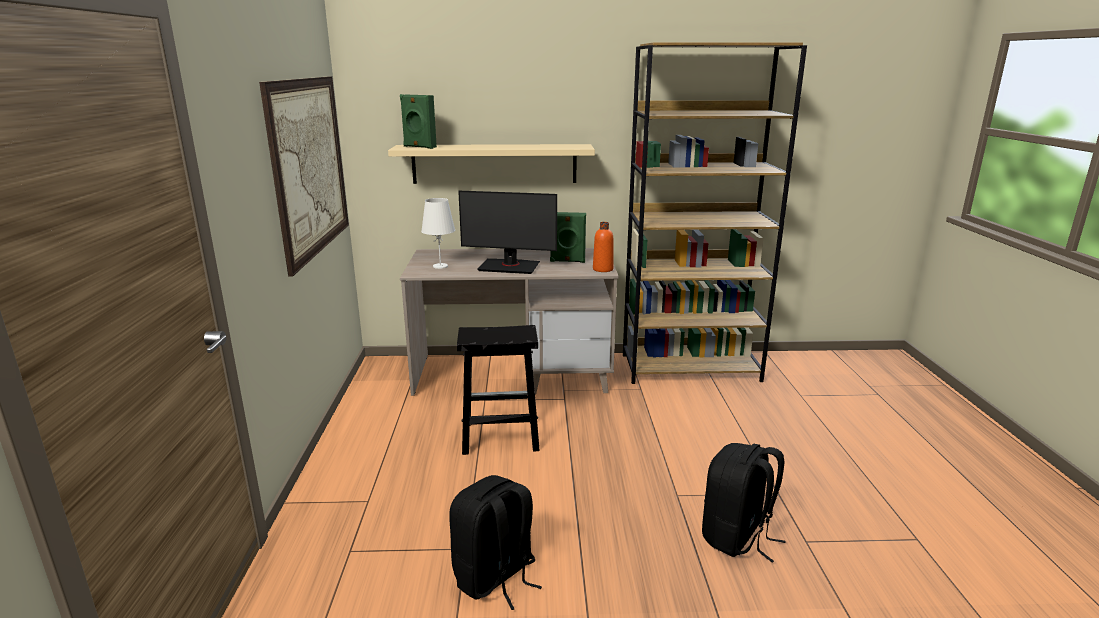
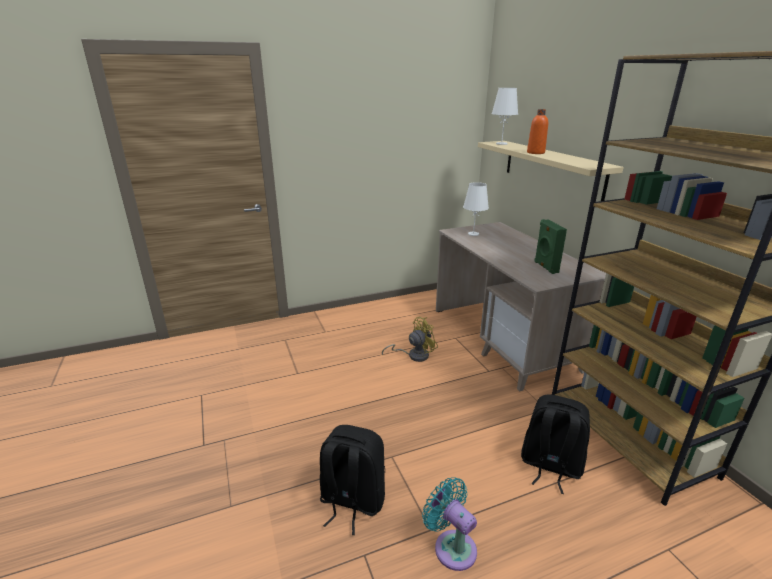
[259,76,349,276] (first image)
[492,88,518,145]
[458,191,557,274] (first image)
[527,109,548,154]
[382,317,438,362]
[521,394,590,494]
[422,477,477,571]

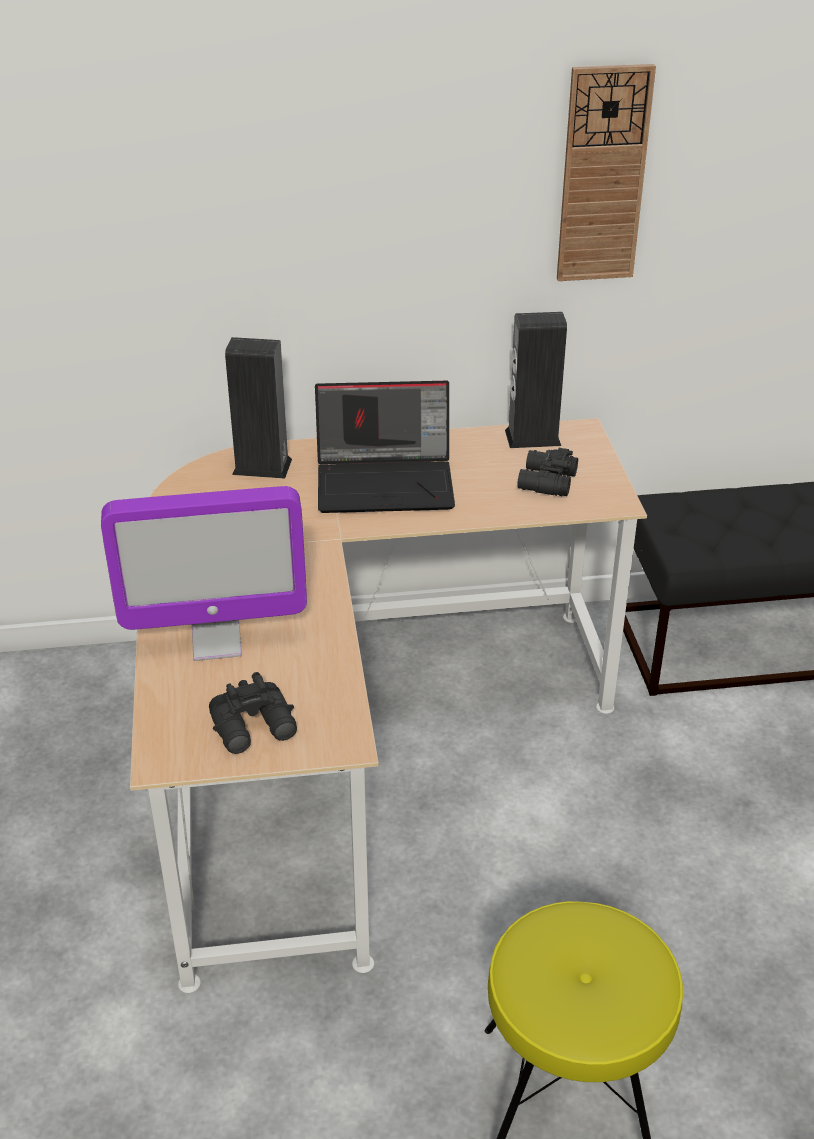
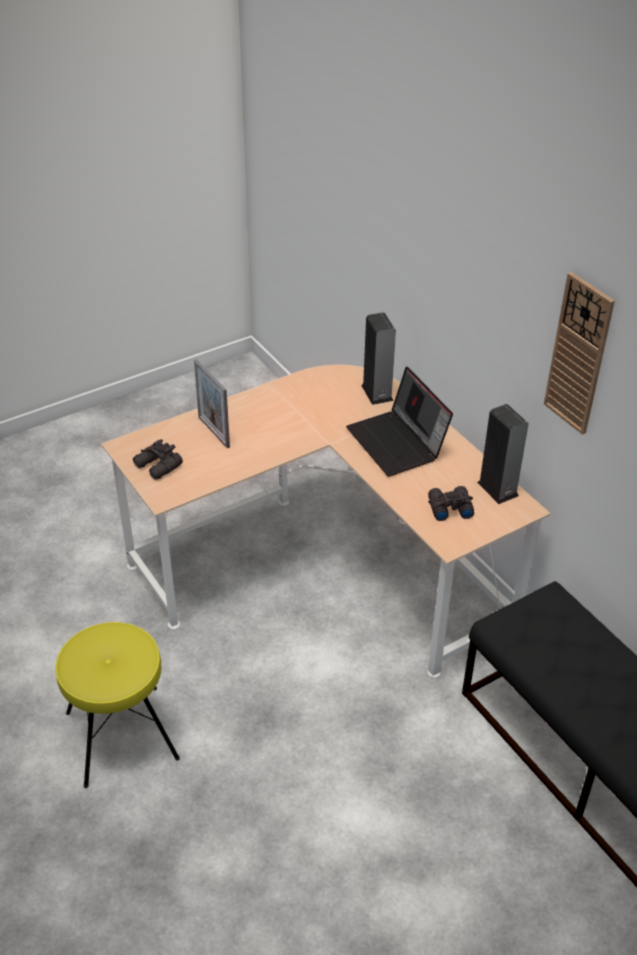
[194,359,230,448]

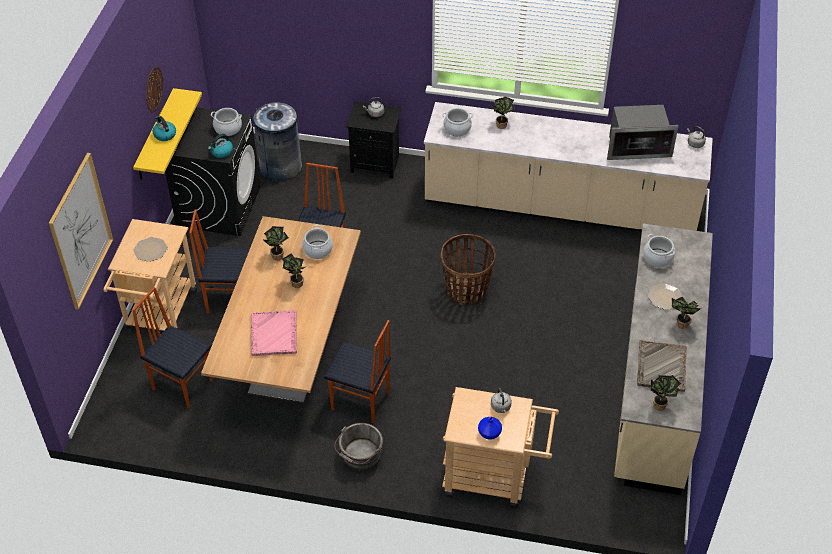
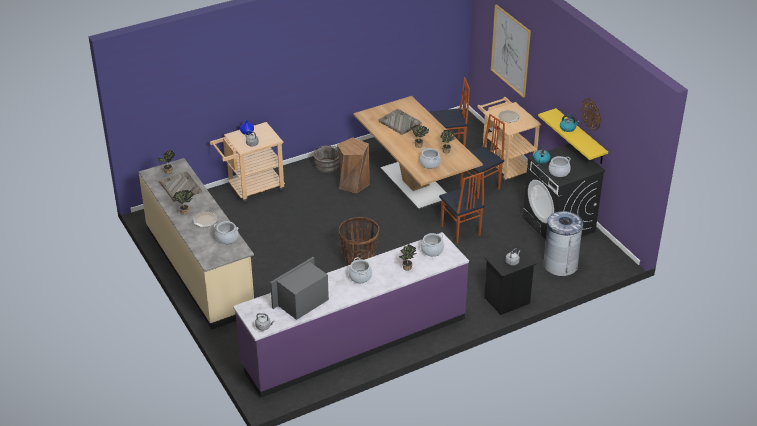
[233,232,469,398]
[379,109,422,135]
[337,137,370,193]
[348,257,372,283]

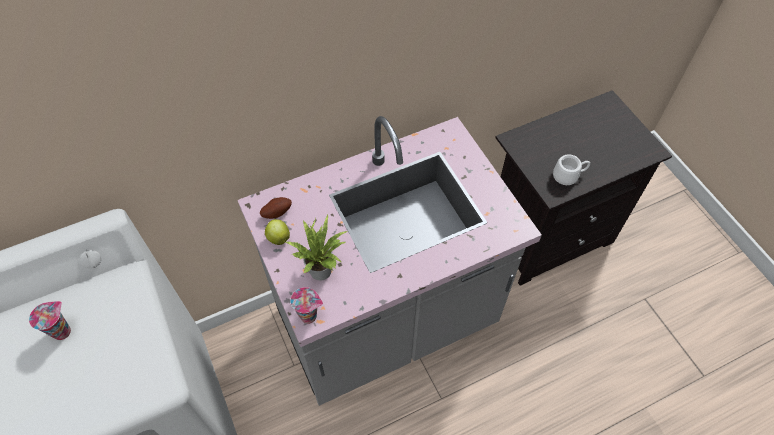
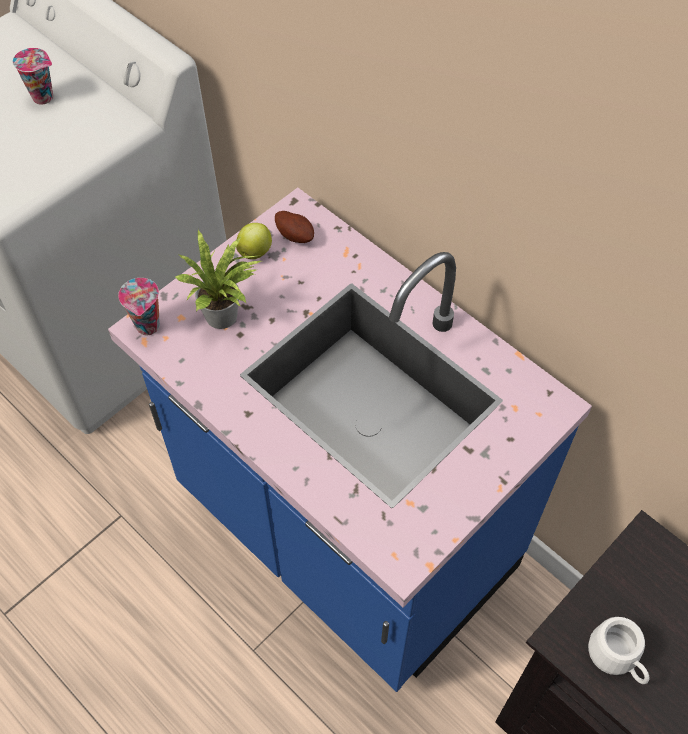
[108,188,592,692]

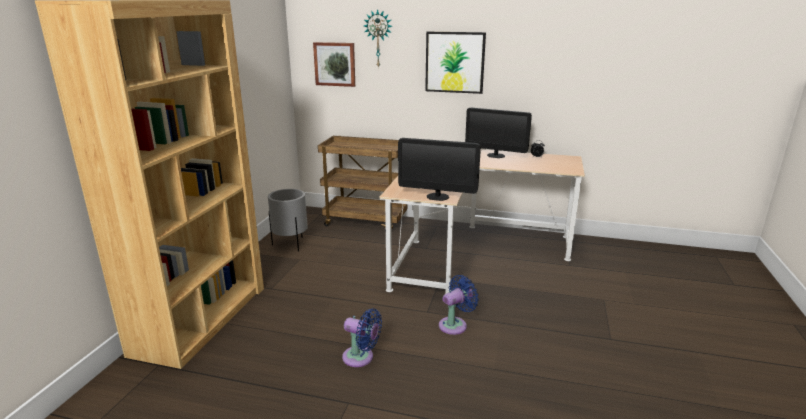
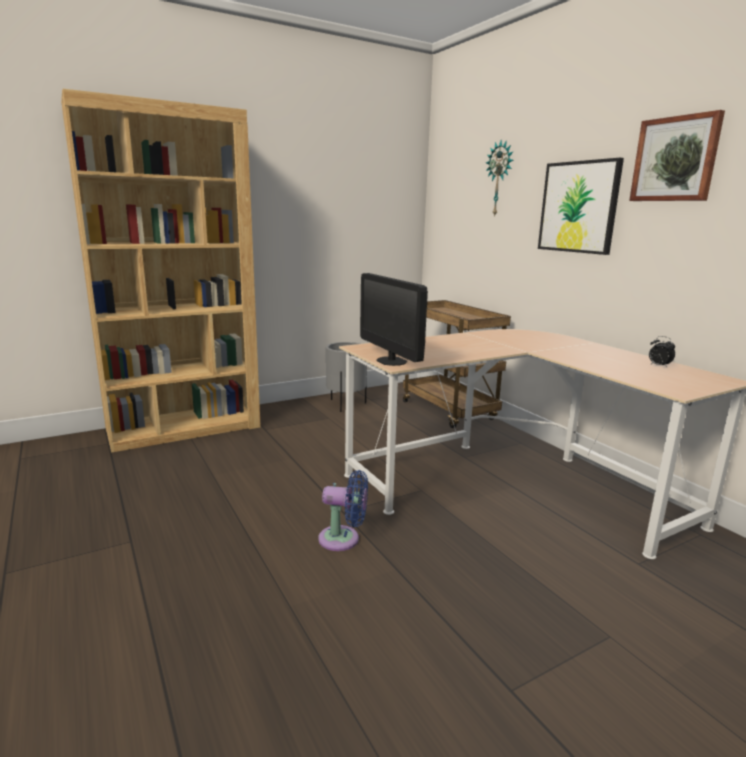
[629,110,725,201]
[465,108,532,158] (first image)
[342,308,382,367] (first image)

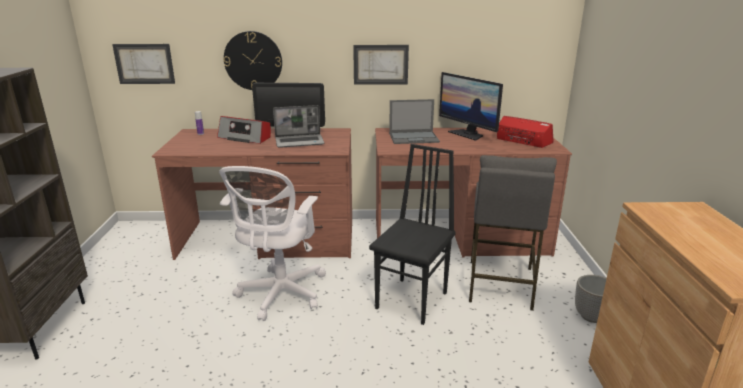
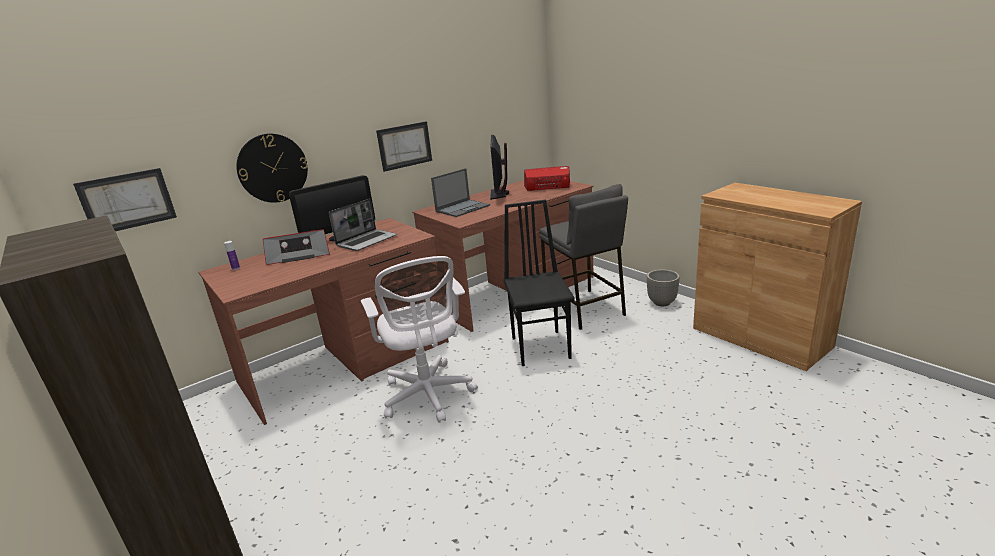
[490,135,509,200]

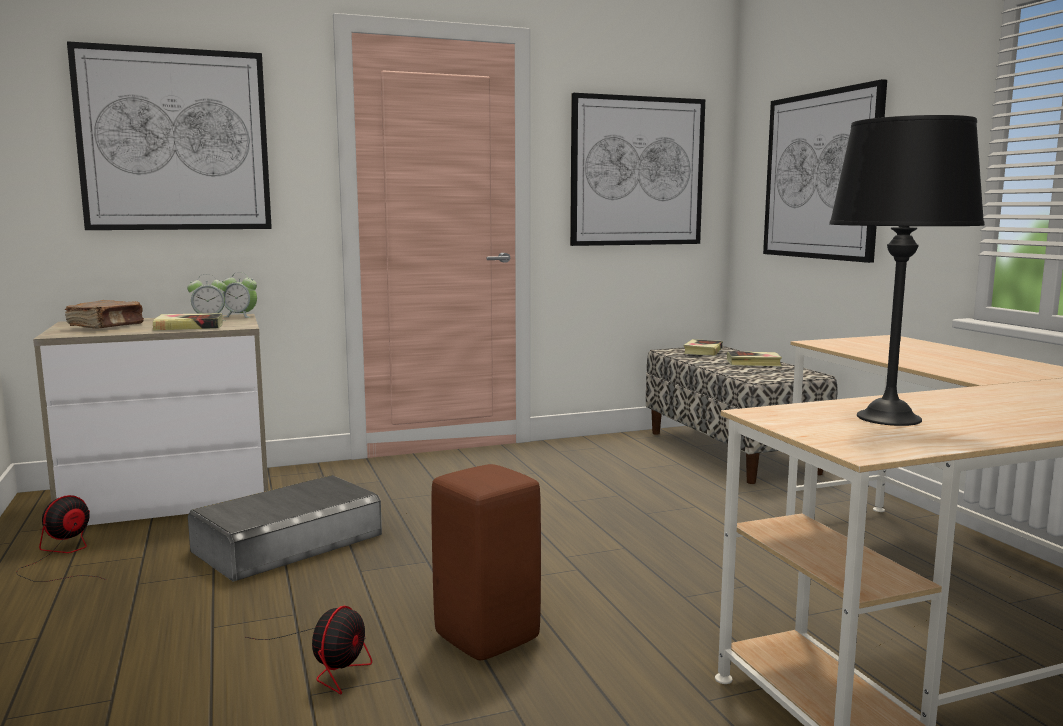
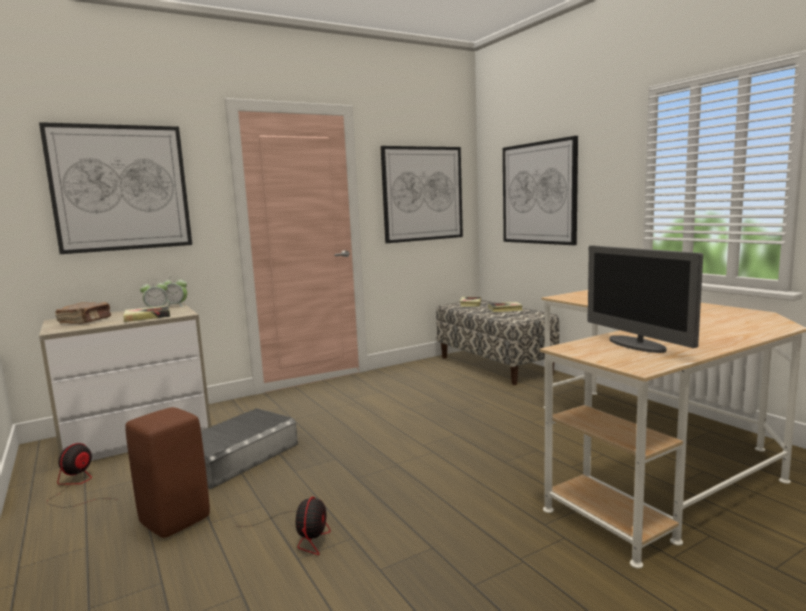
[587,246,703,353]
[125,407,210,538]

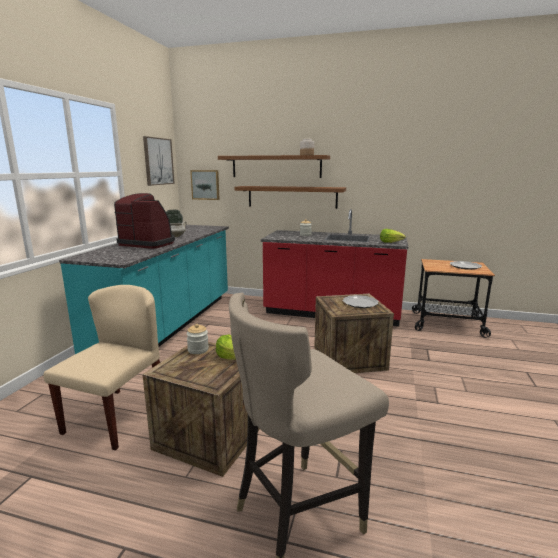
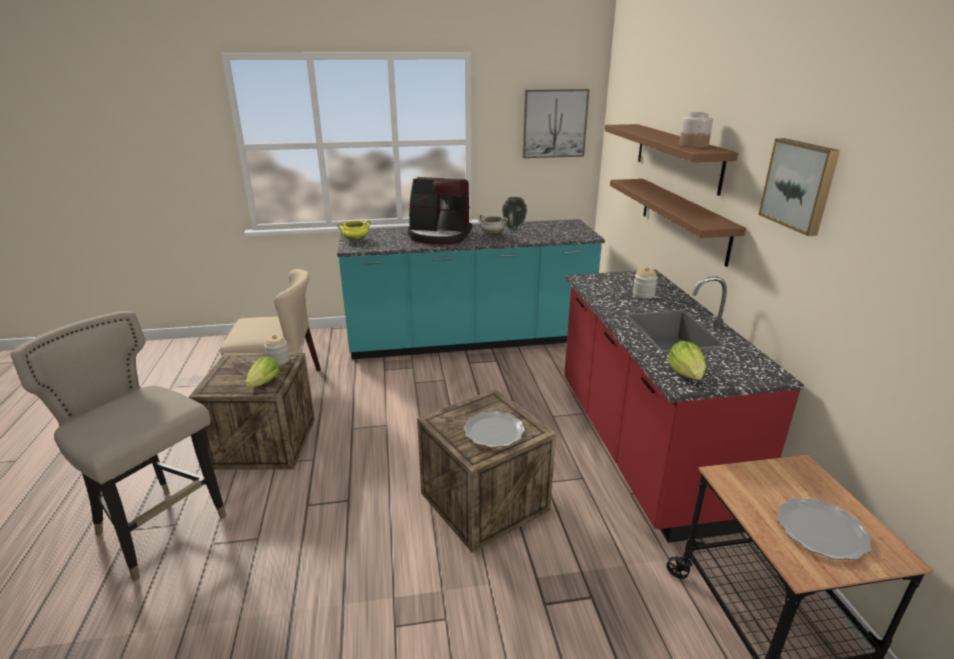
[758,138,840,236]
[408,177,472,245]
[337,220,371,242]

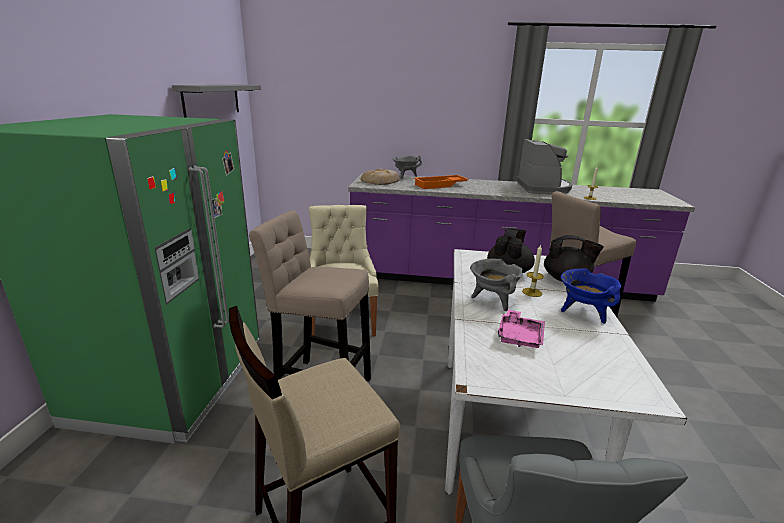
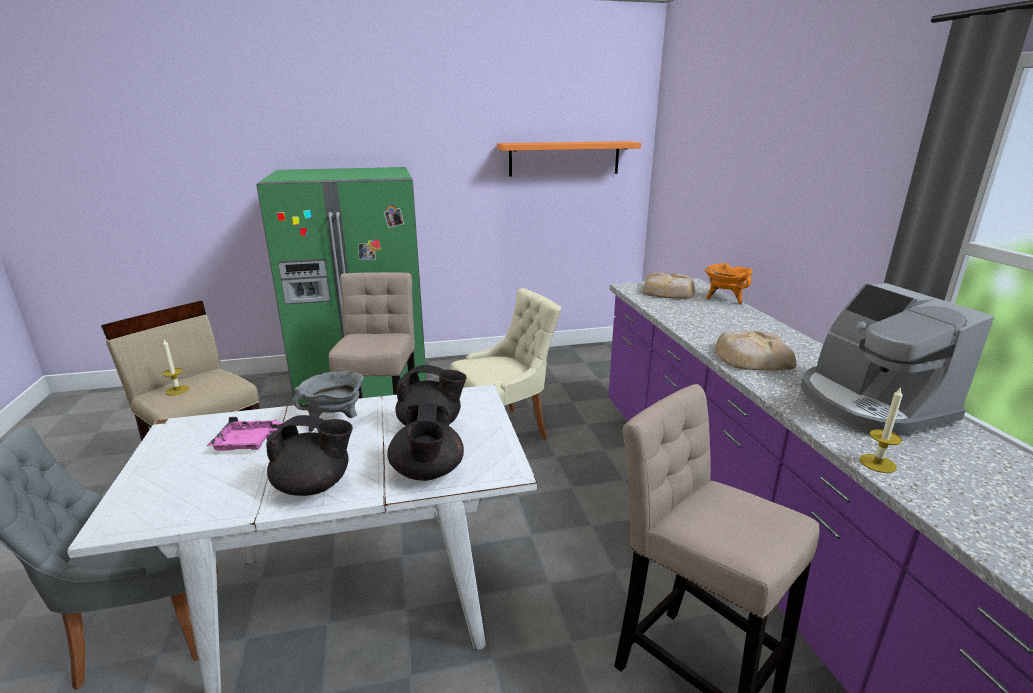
[497,141,641,177]
[801,283,994,436]
[705,263,753,304]
[414,175,469,189] (first image)
[162,339,189,395]
[266,415,353,496]
[716,331,797,370]

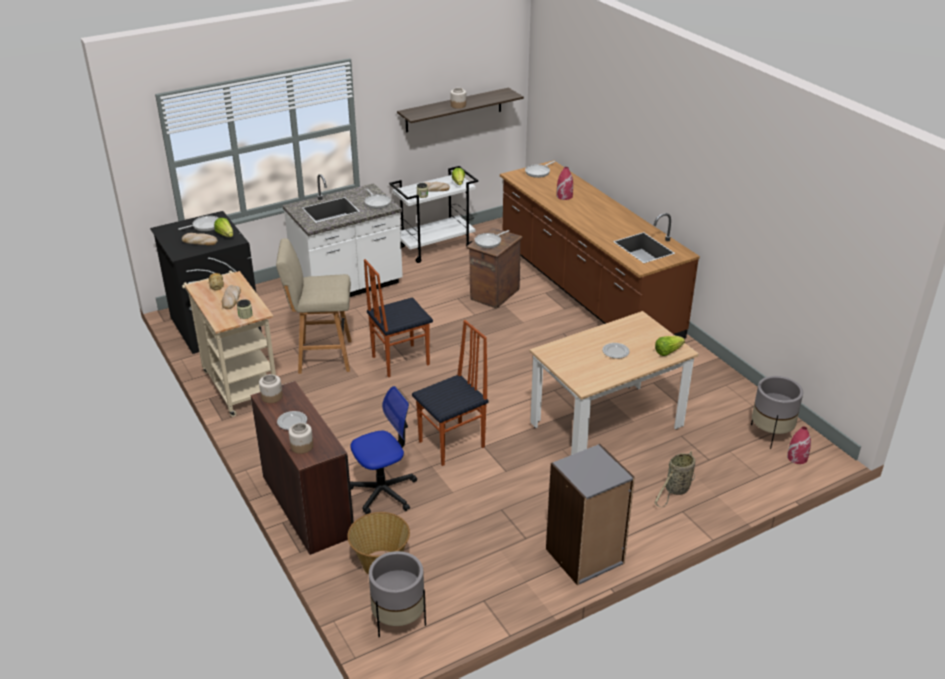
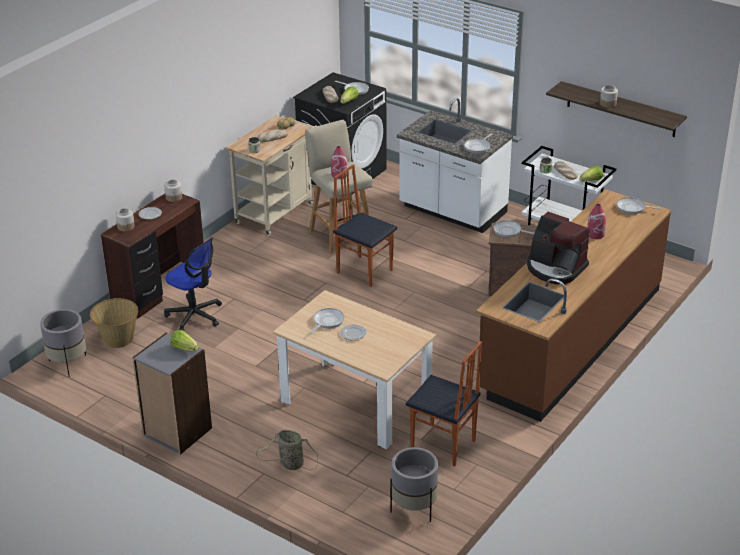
[406,341,482,466]
[171,330,199,351]
[331,146,348,179]
[527,212,590,284]
[310,308,344,334]

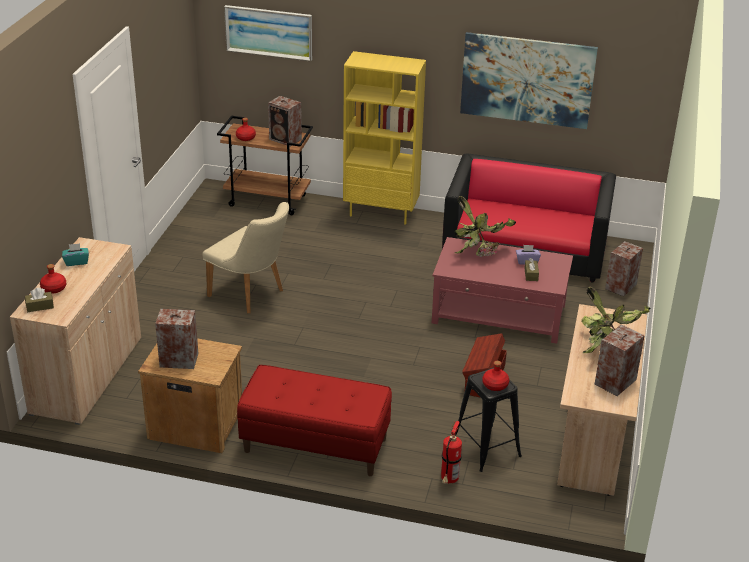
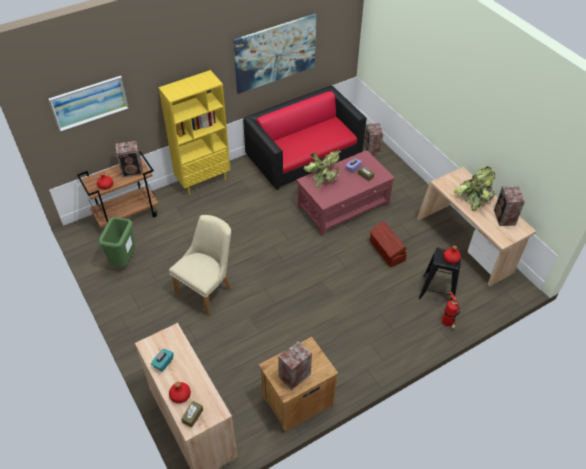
[169,215,232,316]
[237,365,392,476] (first image)
[98,217,135,267]

